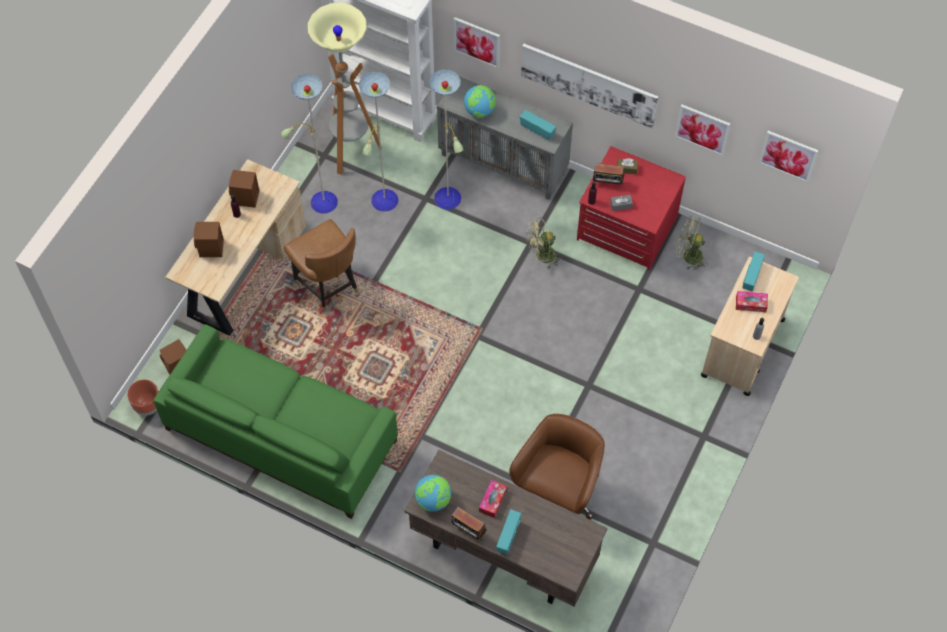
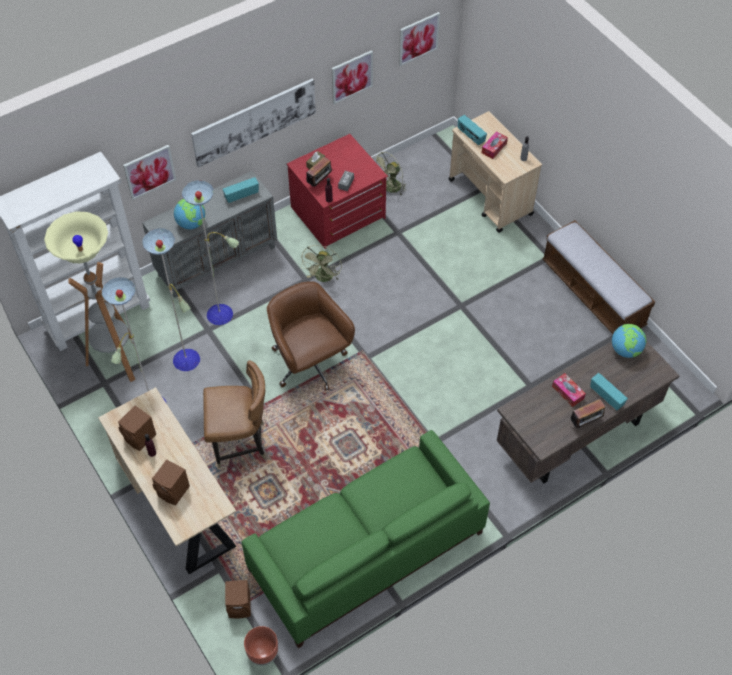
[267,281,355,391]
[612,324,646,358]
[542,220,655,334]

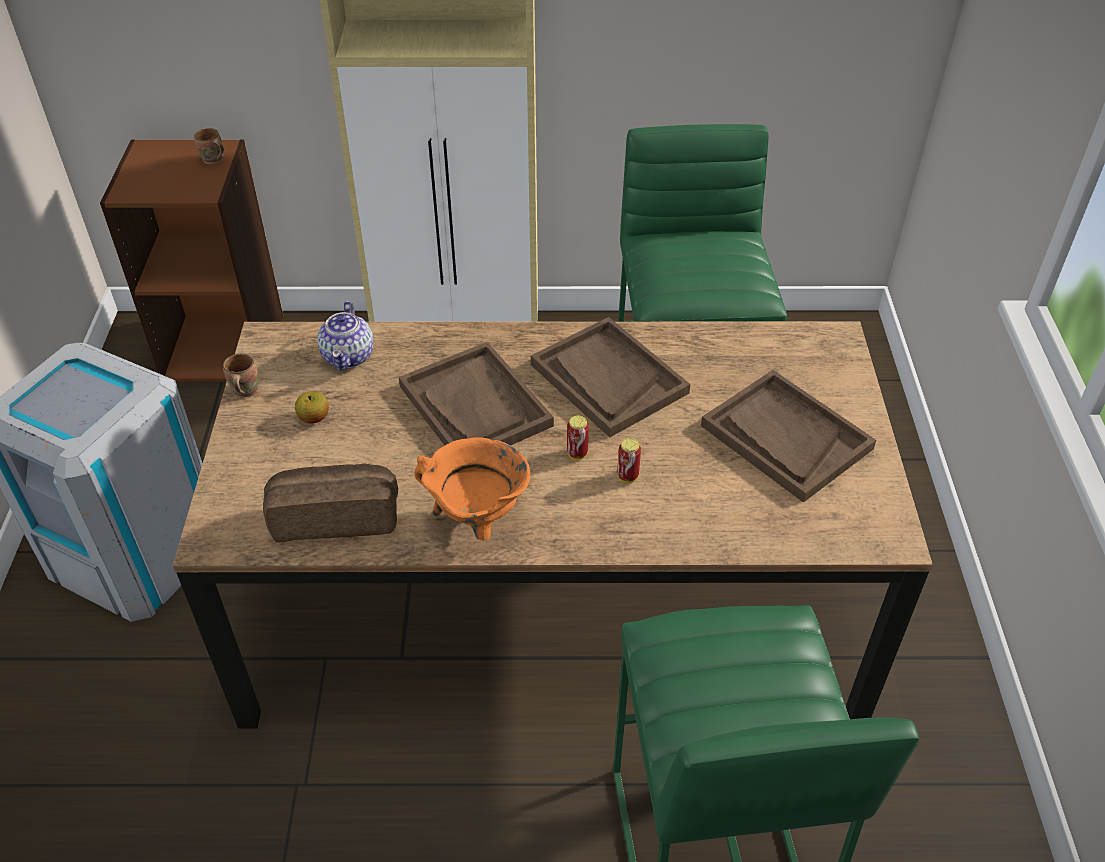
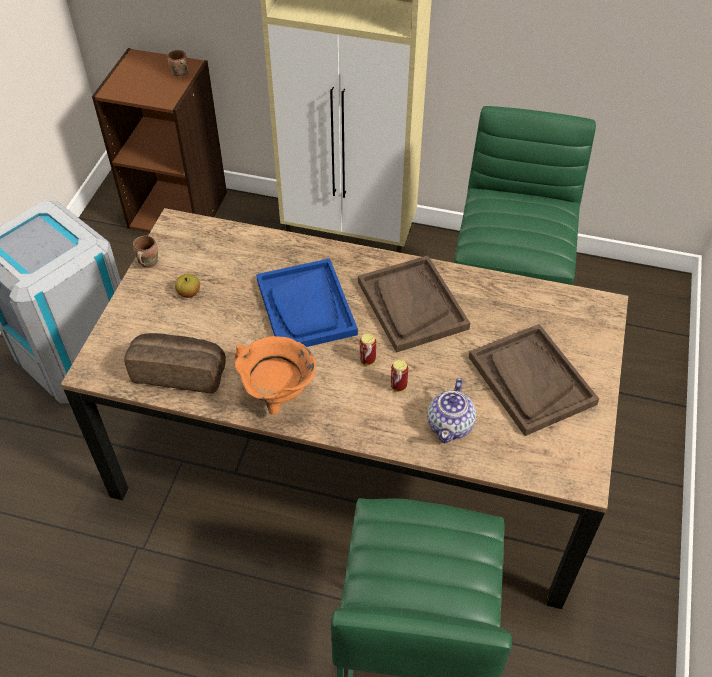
[427,378,476,443]
[256,258,358,347]

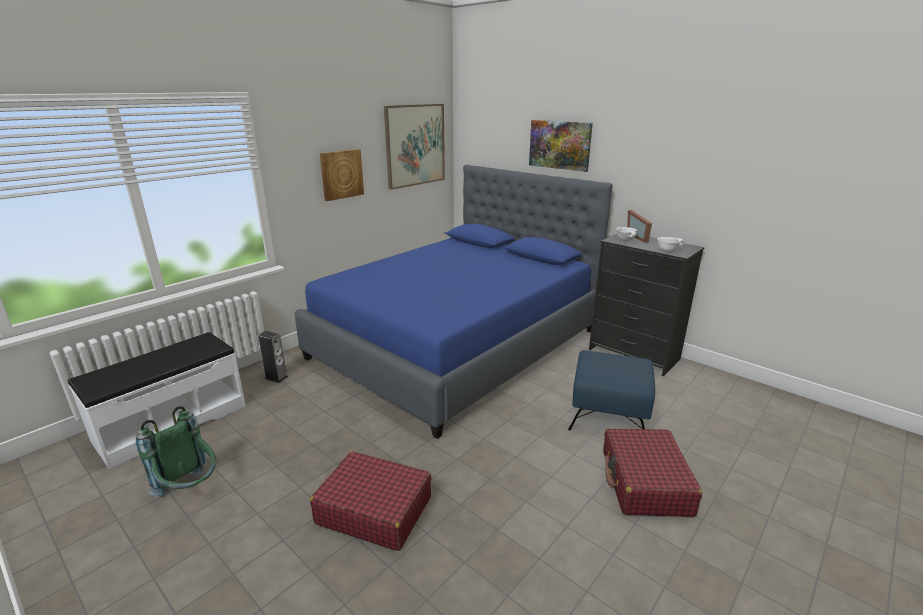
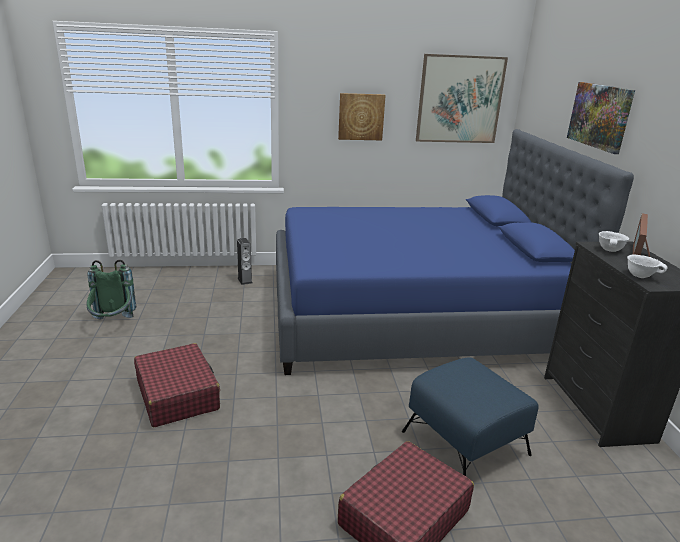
[68,332,246,469] (first image)

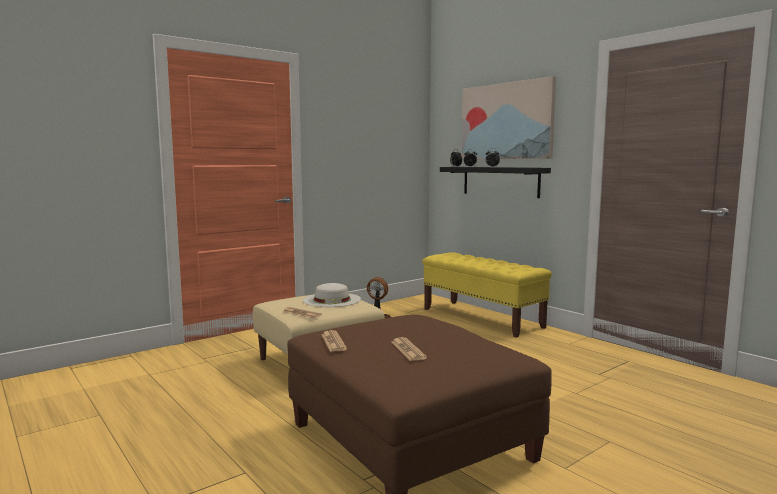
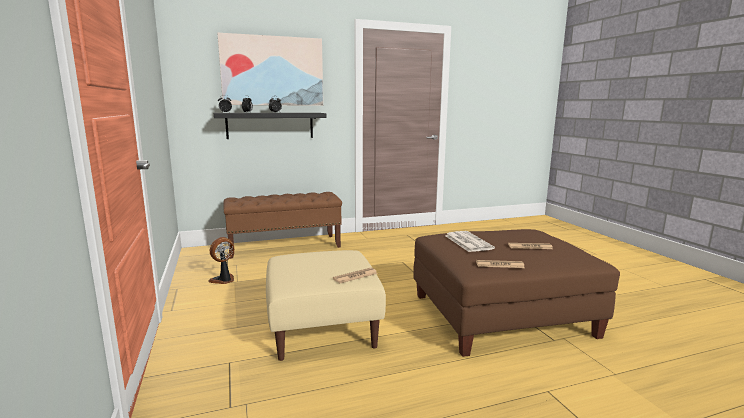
[223,192,342,259]
[303,283,361,307] (first image)
[445,231,495,252]

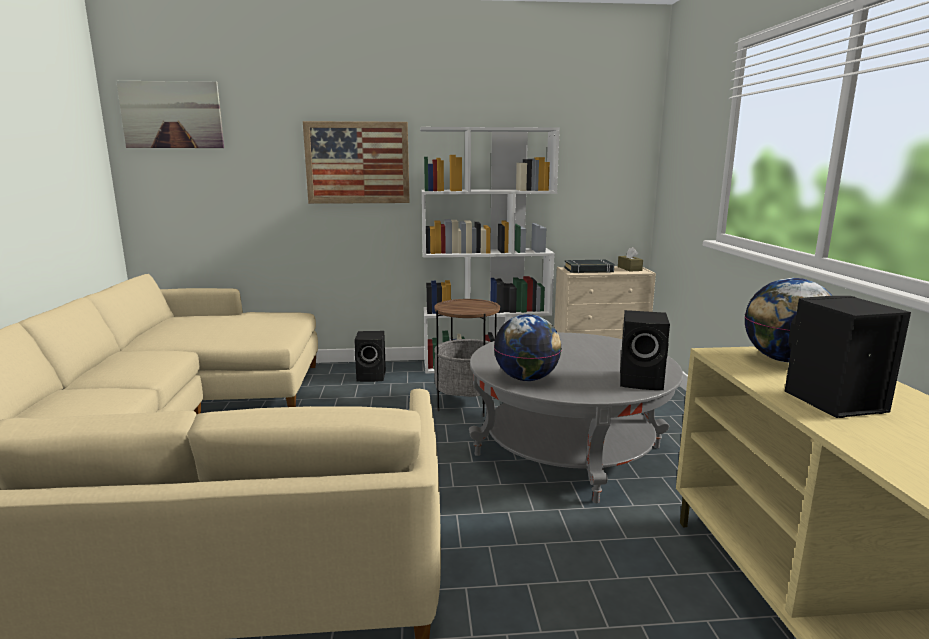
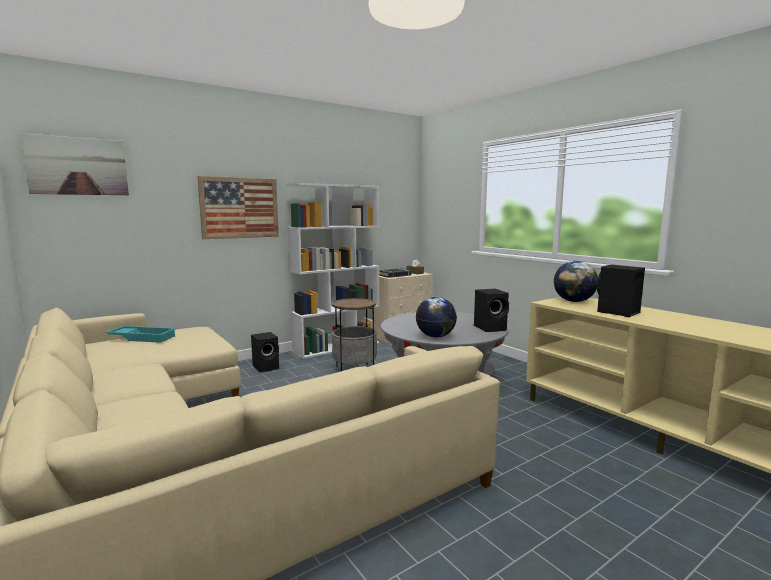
[105,326,176,343]

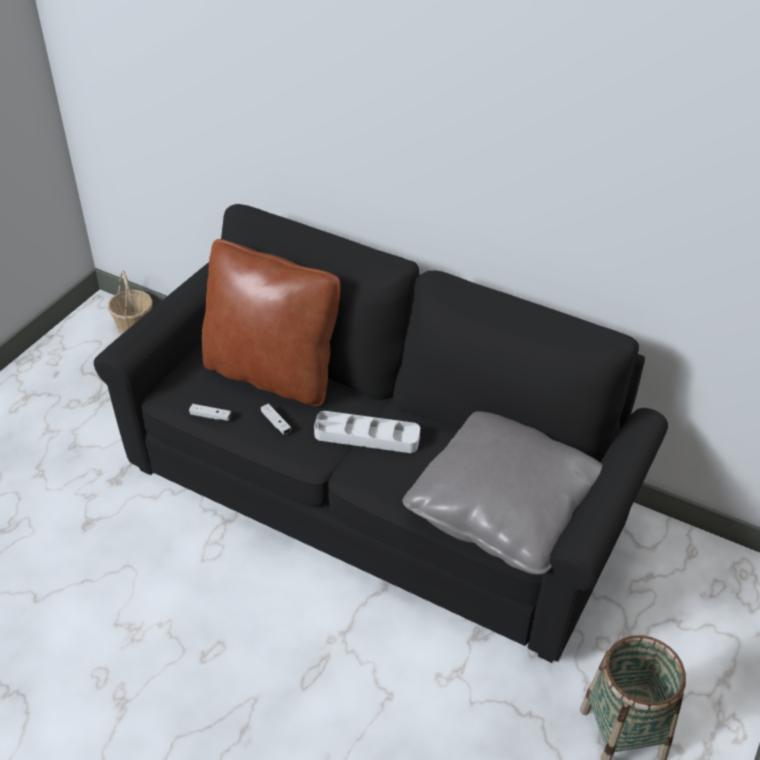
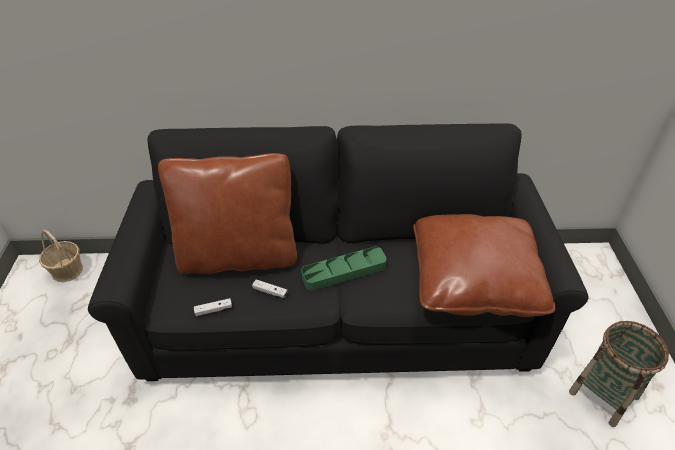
[302,247,387,290]
[413,214,555,317]

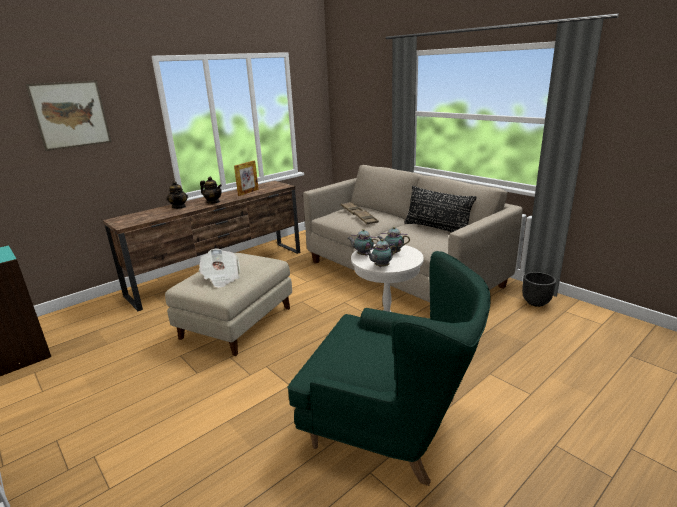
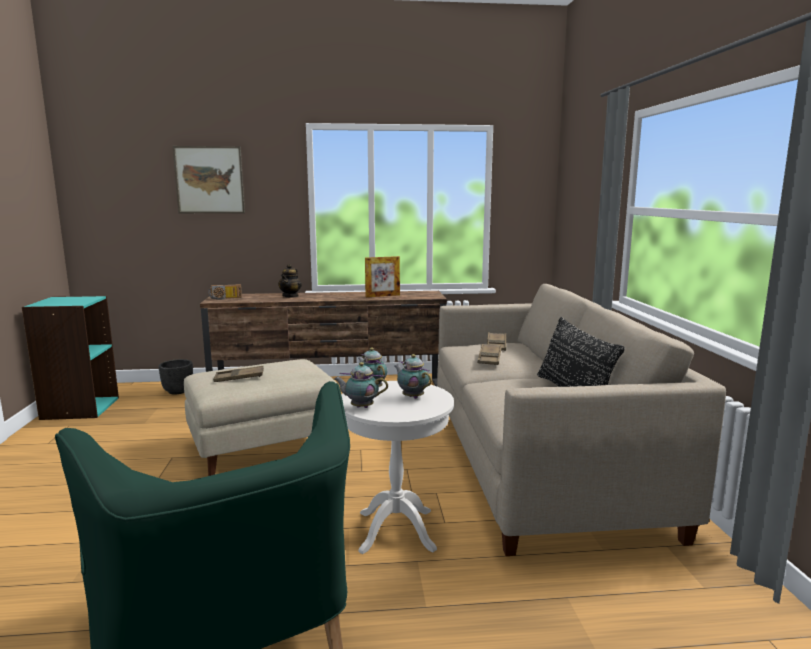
[200,177,222,204] (first image)
[213,366,264,382]
[159,359,193,394]
[208,284,242,300]

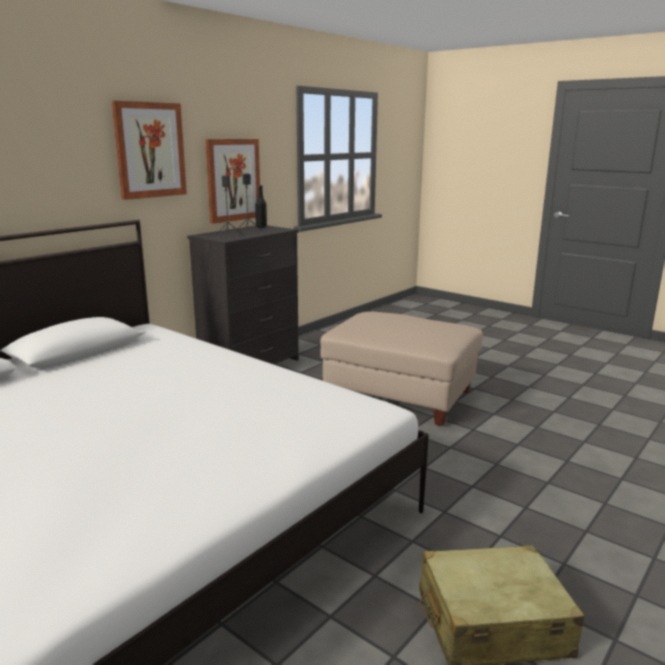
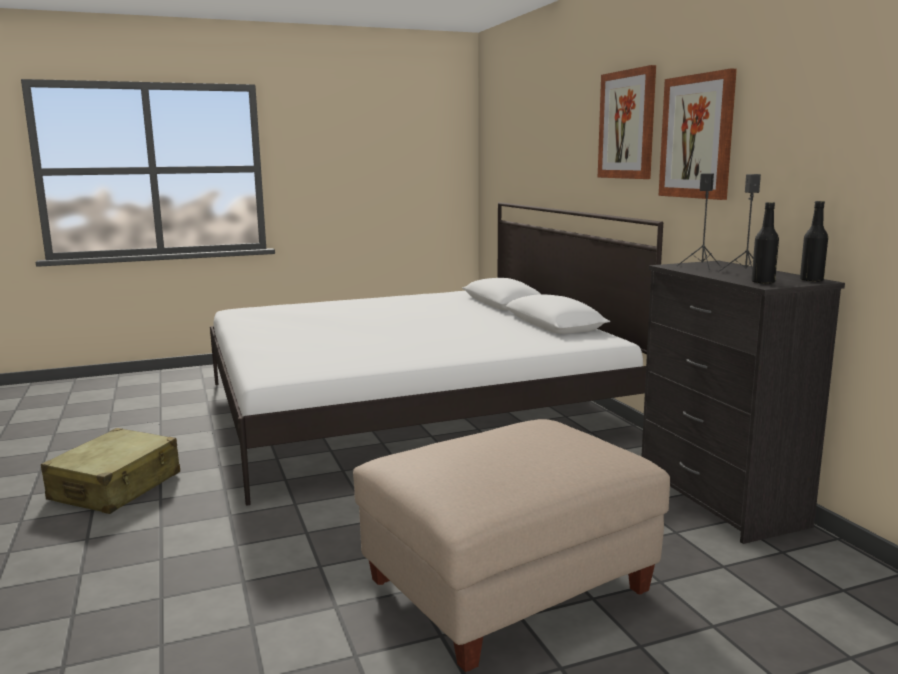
[598,65,656,179]
[751,202,779,284]

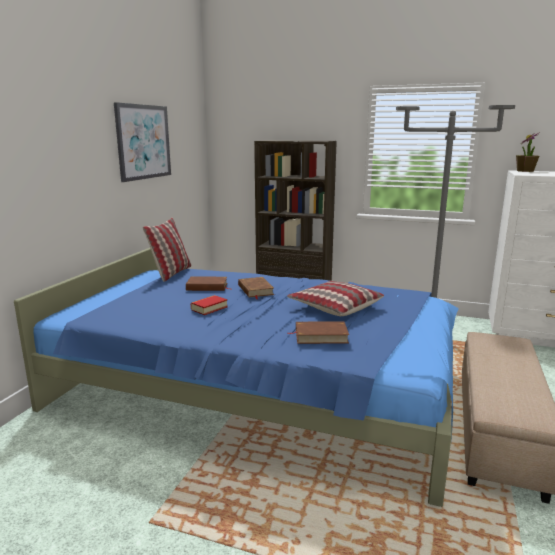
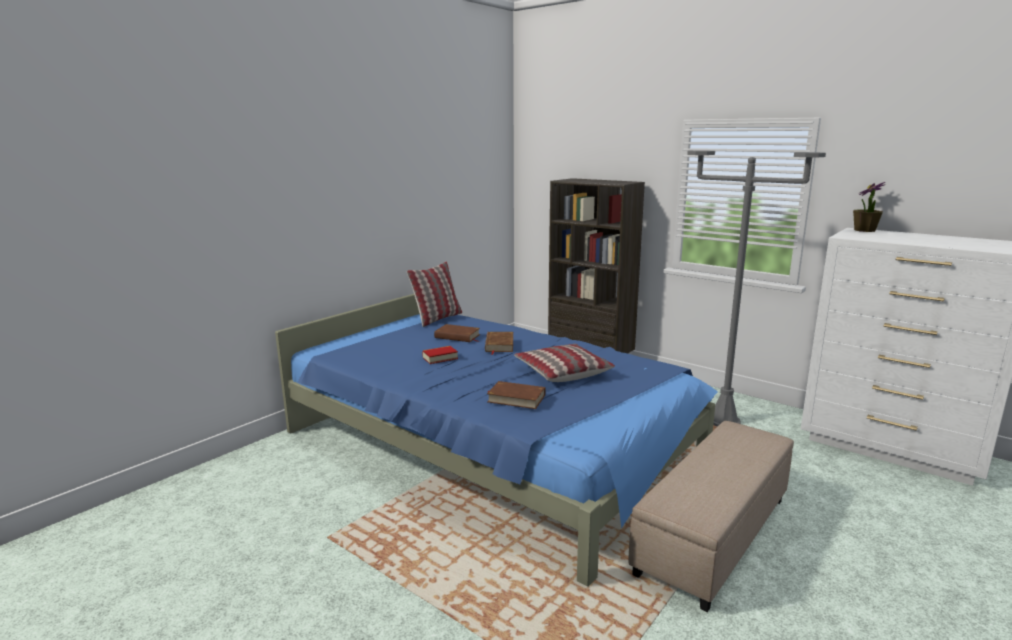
[114,102,171,182] (first image)

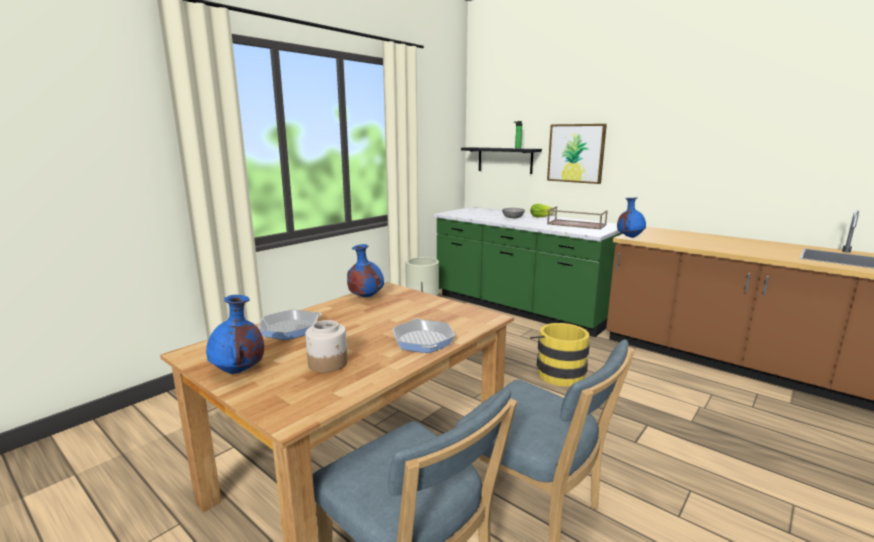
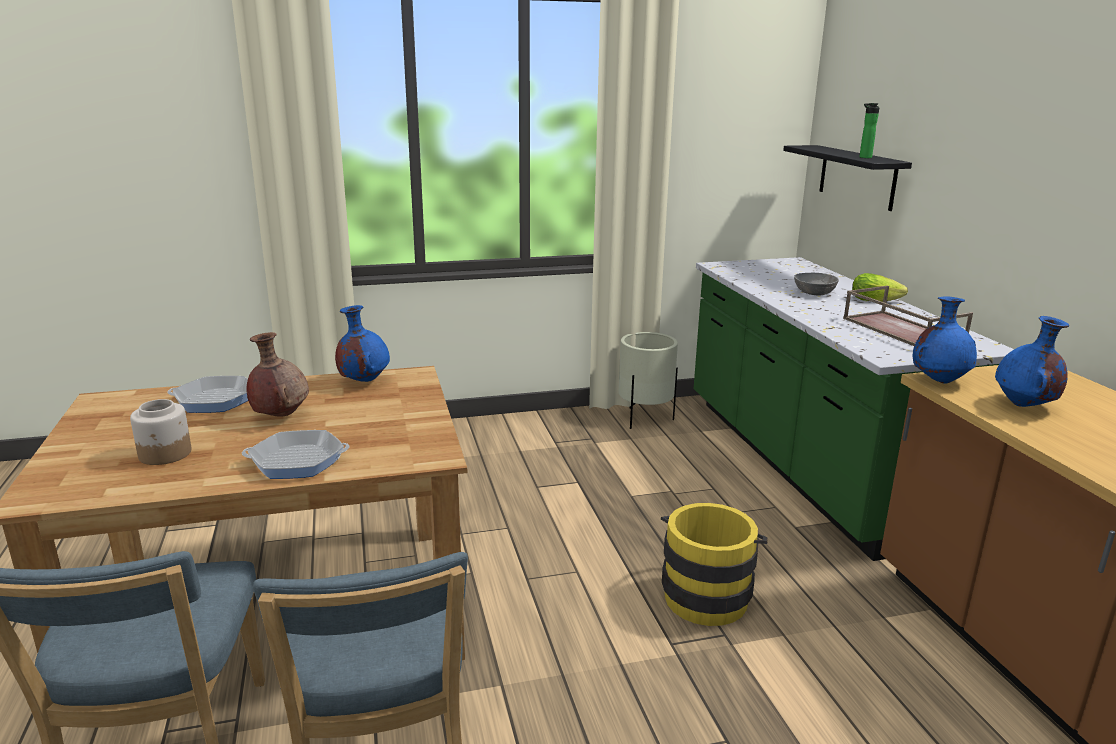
[547,124,607,184] (first image)
[995,316,1069,407]
[242,430,350,479]
[246,332,309,416]

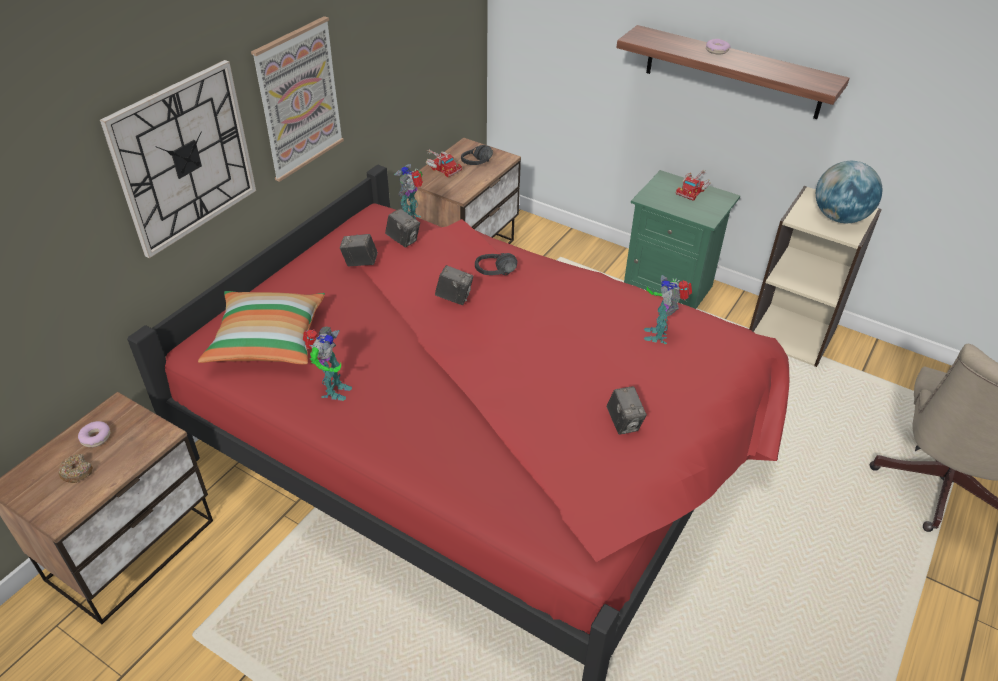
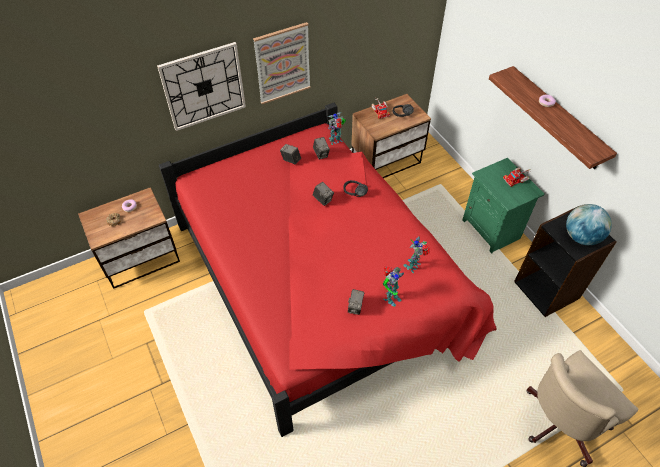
[514,207,617,317]
[198,291,325,364] (first image)
[383,266,404,307]

